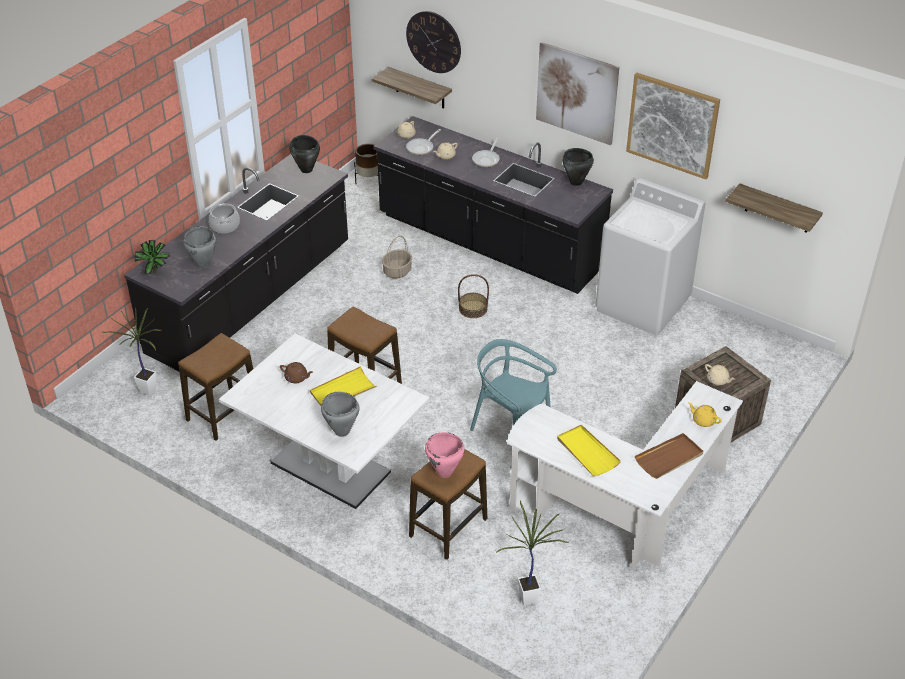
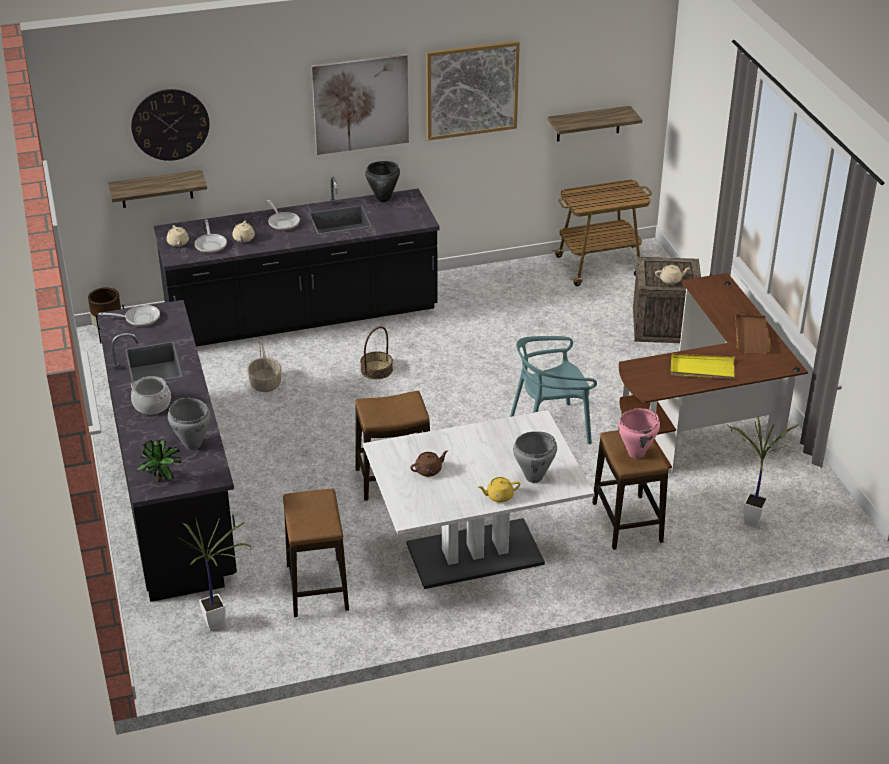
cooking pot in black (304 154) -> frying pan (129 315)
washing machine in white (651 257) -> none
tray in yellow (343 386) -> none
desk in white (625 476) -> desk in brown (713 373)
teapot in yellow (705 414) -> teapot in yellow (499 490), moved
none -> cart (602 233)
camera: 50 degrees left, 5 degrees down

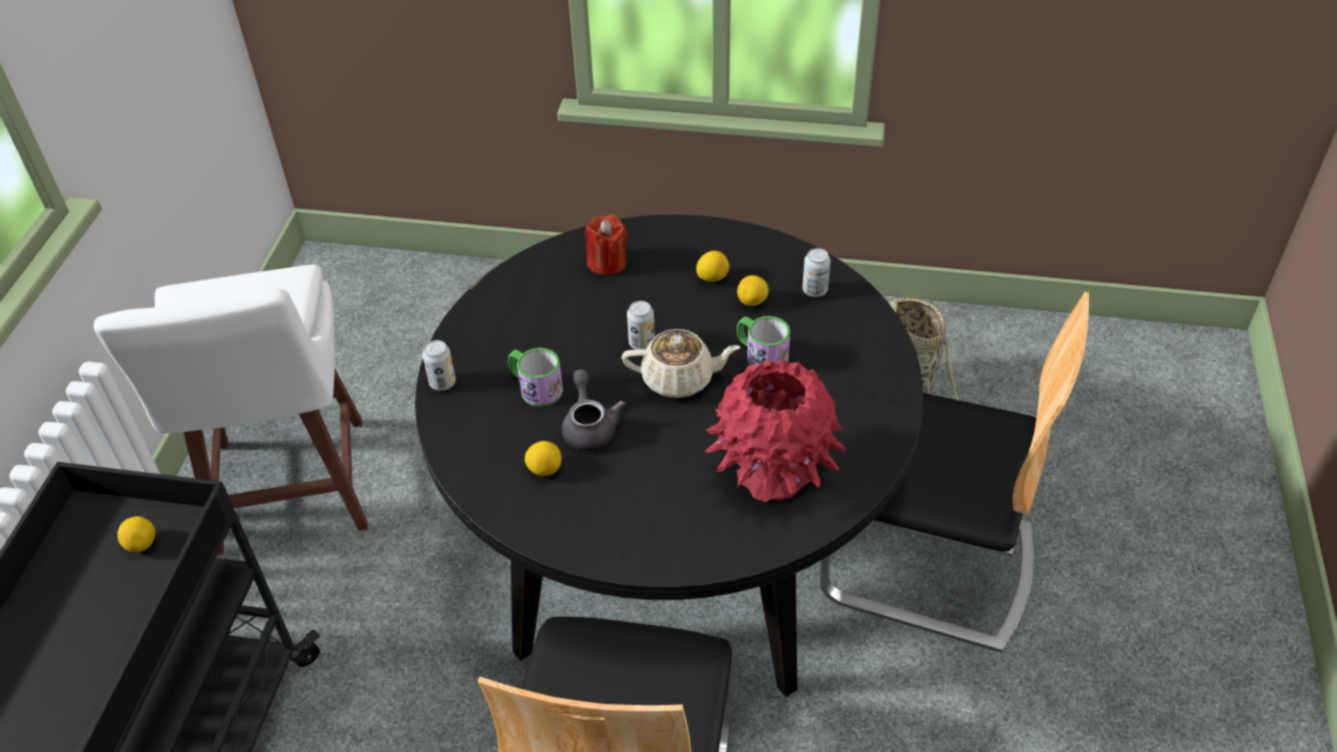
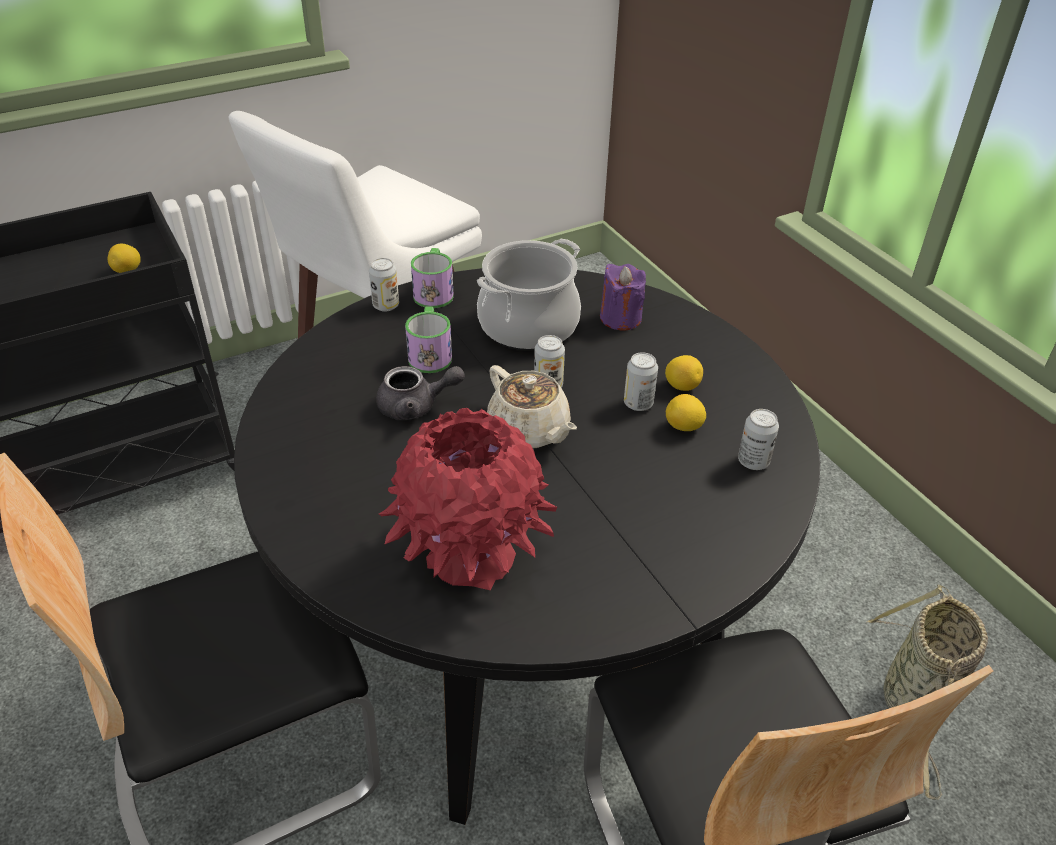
candle in red (606 245) -> candle in purple (623 297)
mug (763 340) -> mug (432 278), moved
teapot in grey (594 410) -> teapot in grey (420 393), 45 degrees clockwise
lemon (543 458) -> none
none -> cooking pot (529 294)
none -> can (641 381)
camera: 50 degrees right, 5 degrees down

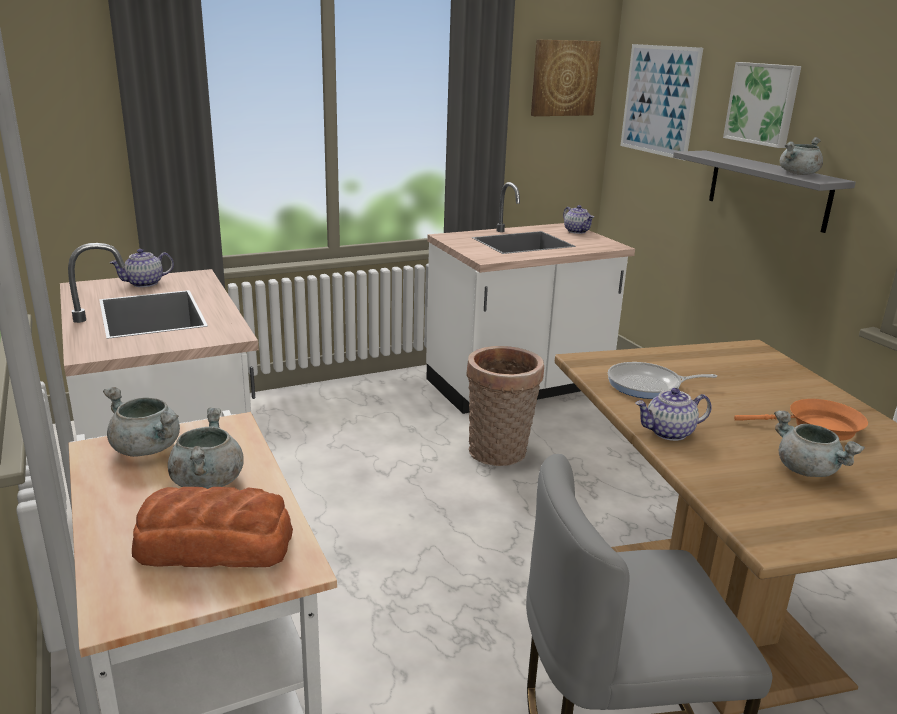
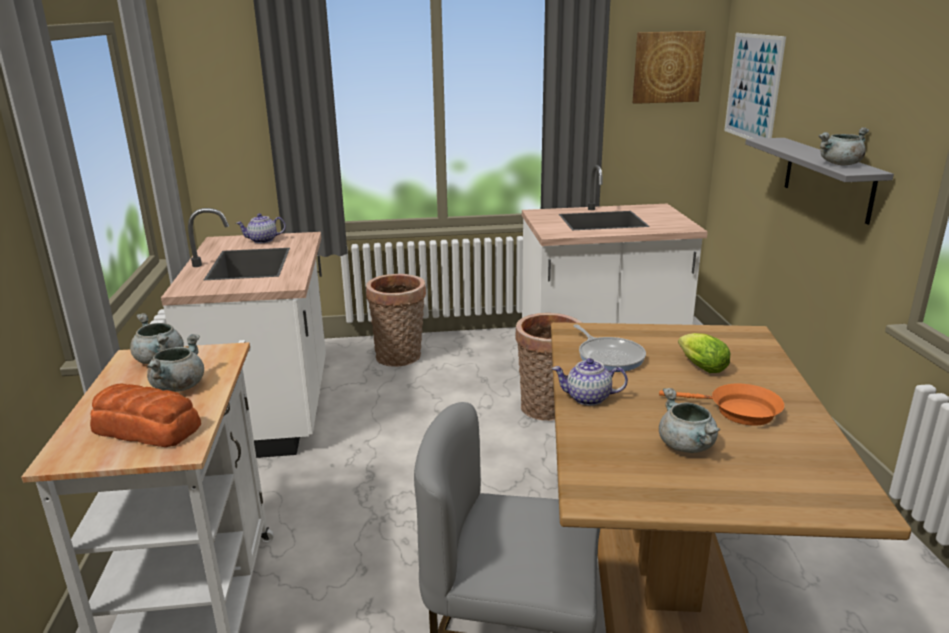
picture (762 105) -> none
teapot (578 219) -> none
frying pan (662 380) -> frying pan (609 348), 135 degrees counterclockwise
none -> basket (396 320)
none -> lettuce (704 353)
camera: 20 degrees right, 0 degrees up

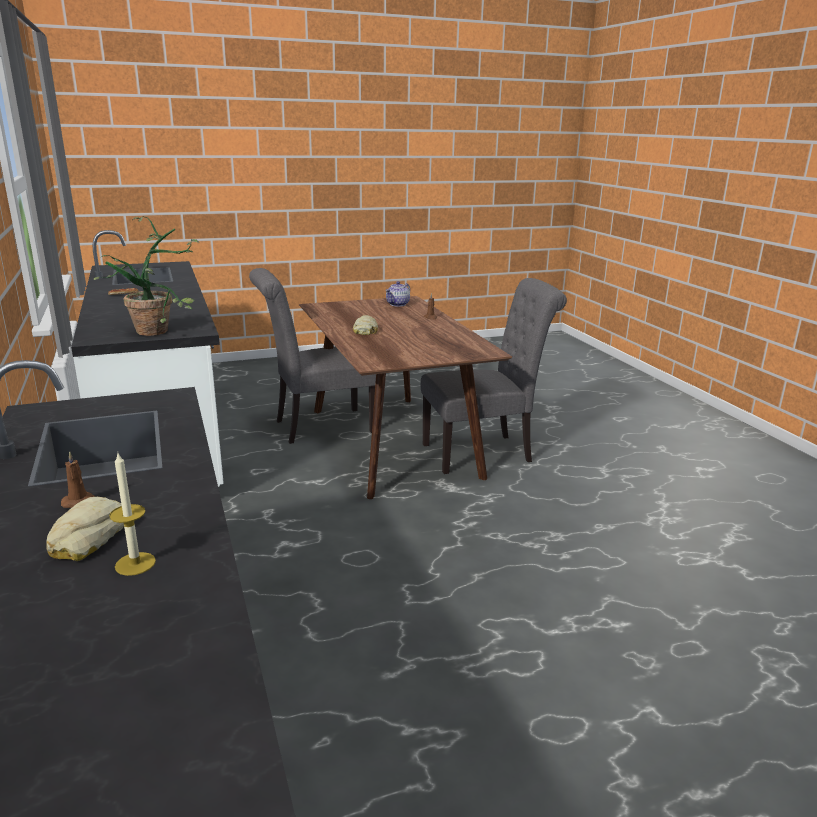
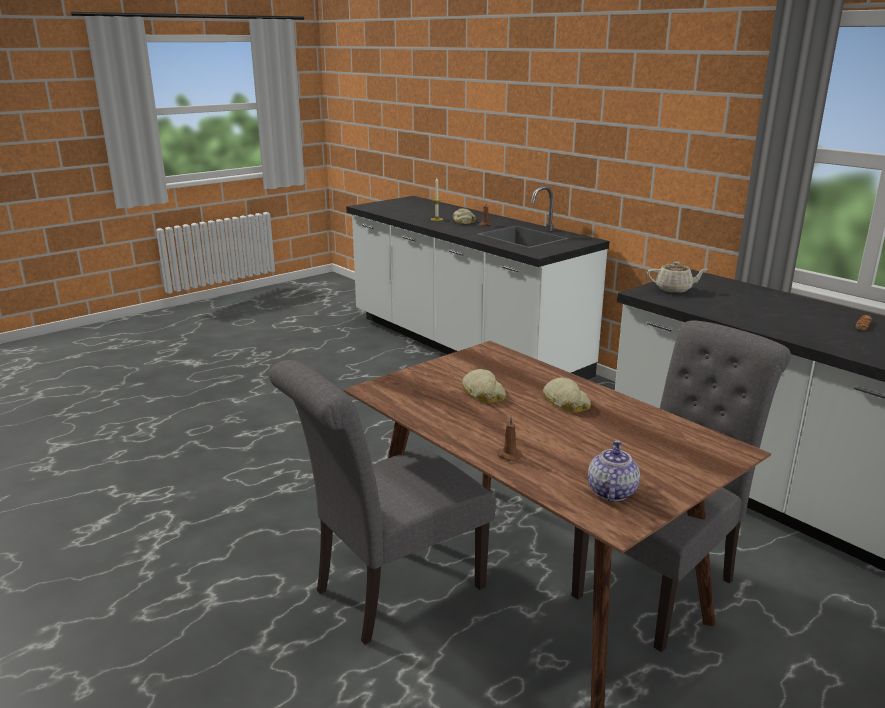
potted plant (146 276) -> teapot in beige (677 277)
none -> bread (484 386)
camera: 160 degrees right, 0 degrees up

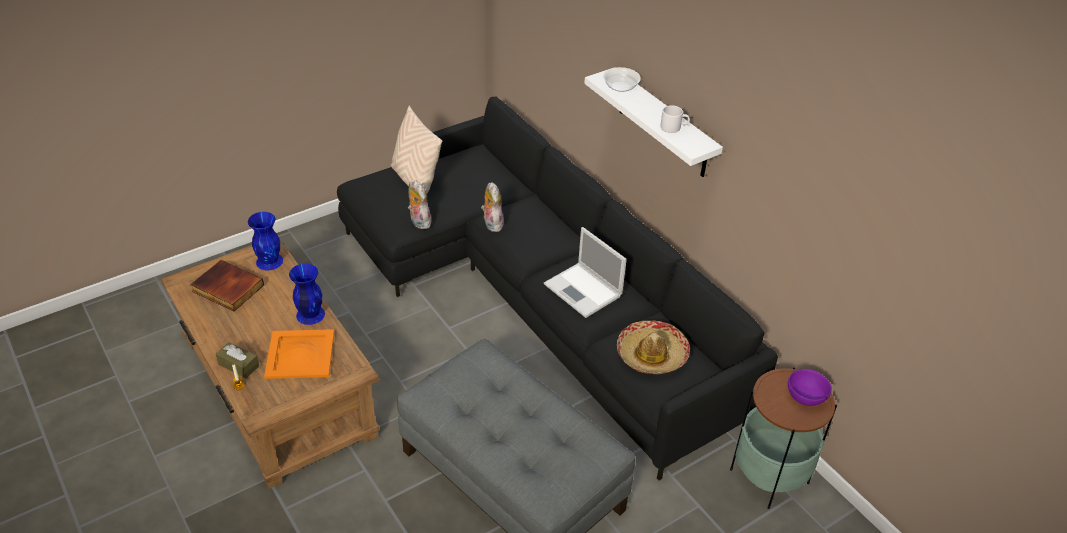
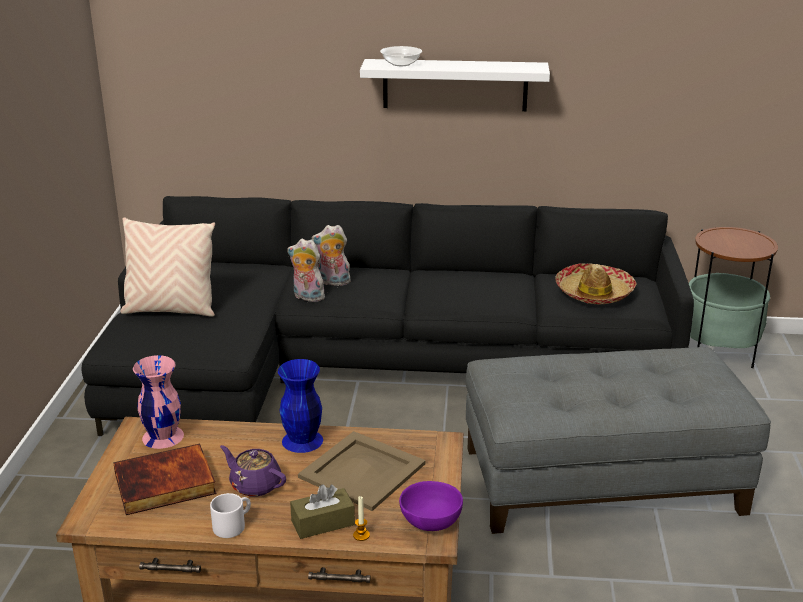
mug in white (675 119) -> mug in white (230 515), moved
plush toy (420 204) -> plush toy (332 255), moved
vase in blue (265 241) -> vase in pink (158 402)
laptop (585 272) -> none
tray in orange (299 354) -> tray in beige (362 471)
bowl in purple (810 387) -> bowl in purple (431 506), moved
none -> teapot in purple (253 471)
camera: 50 degrees left, 15 degrees down

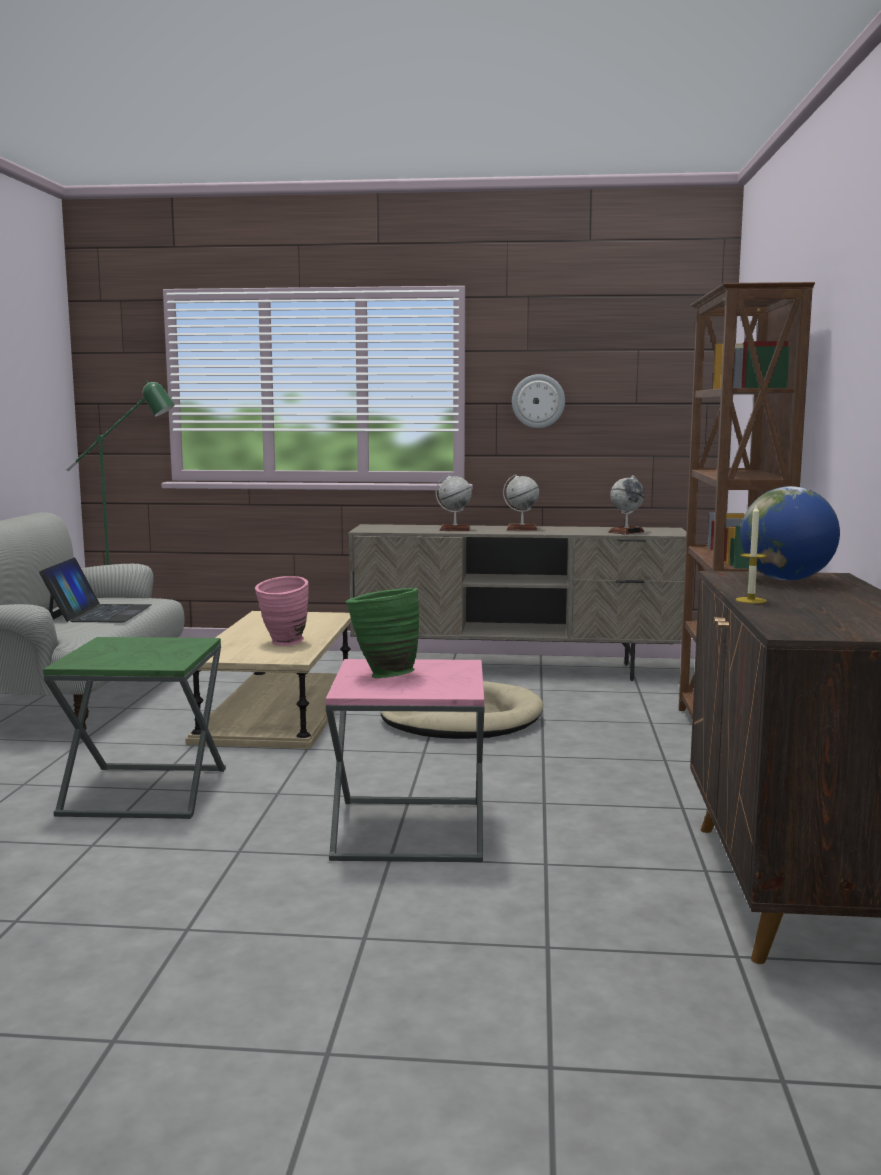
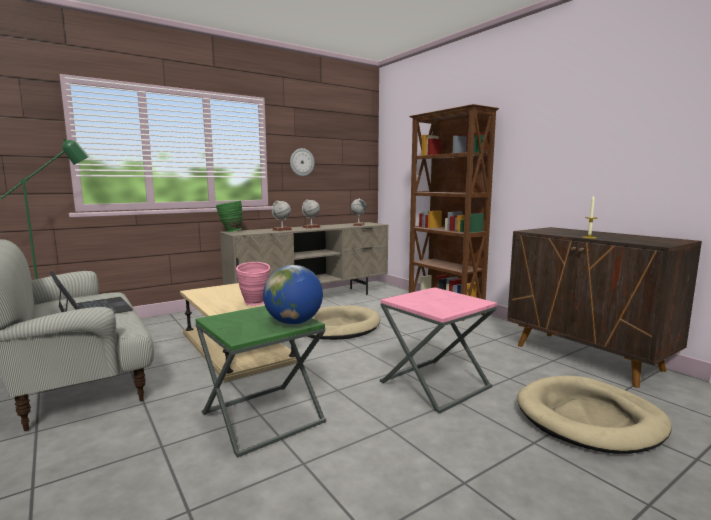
globe (790 533) -> globe (293 294), moved
vase in green (382 633) -> vase in green (229 216), moved
none -> dog bed in beige (594 415)
camera: 40 degrees left, 0 degrees up

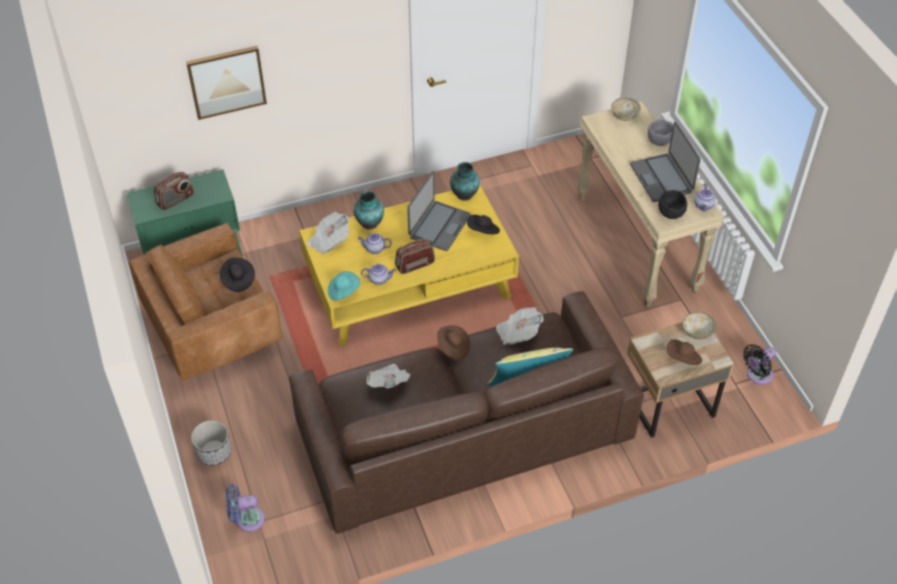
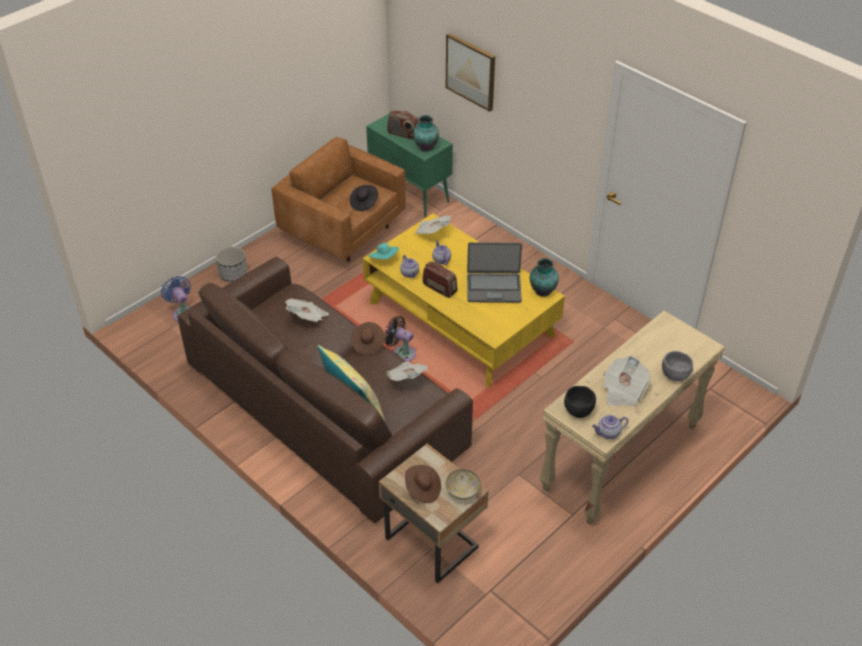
bowl (625 109) -> none
laptop (665 162) -> newspaper (627 381)
vase (369 209) -> vase (426 133), moved
hat in black (483 224) -> none
fan in black (760 364) -> fan in black (400 339), moved
camera: 65 degrees right, 5 degrees down

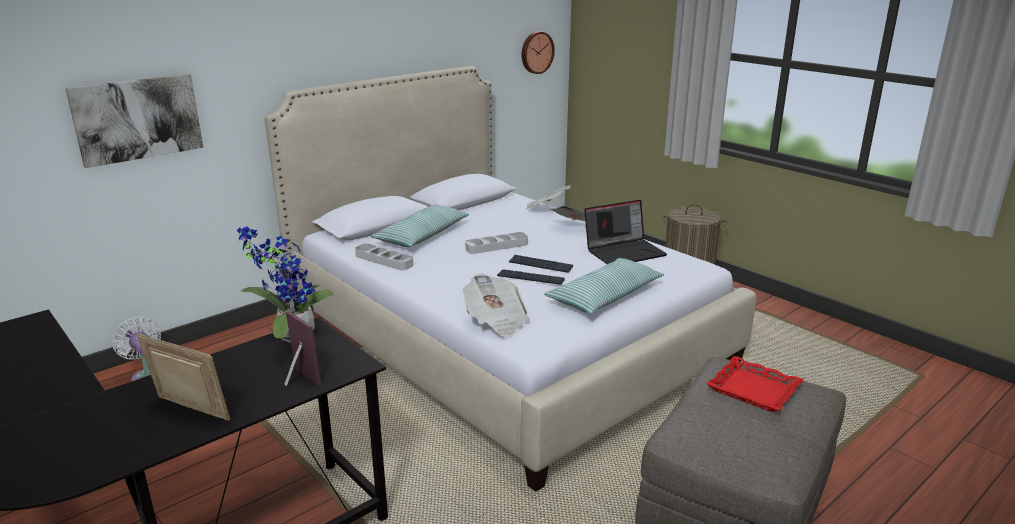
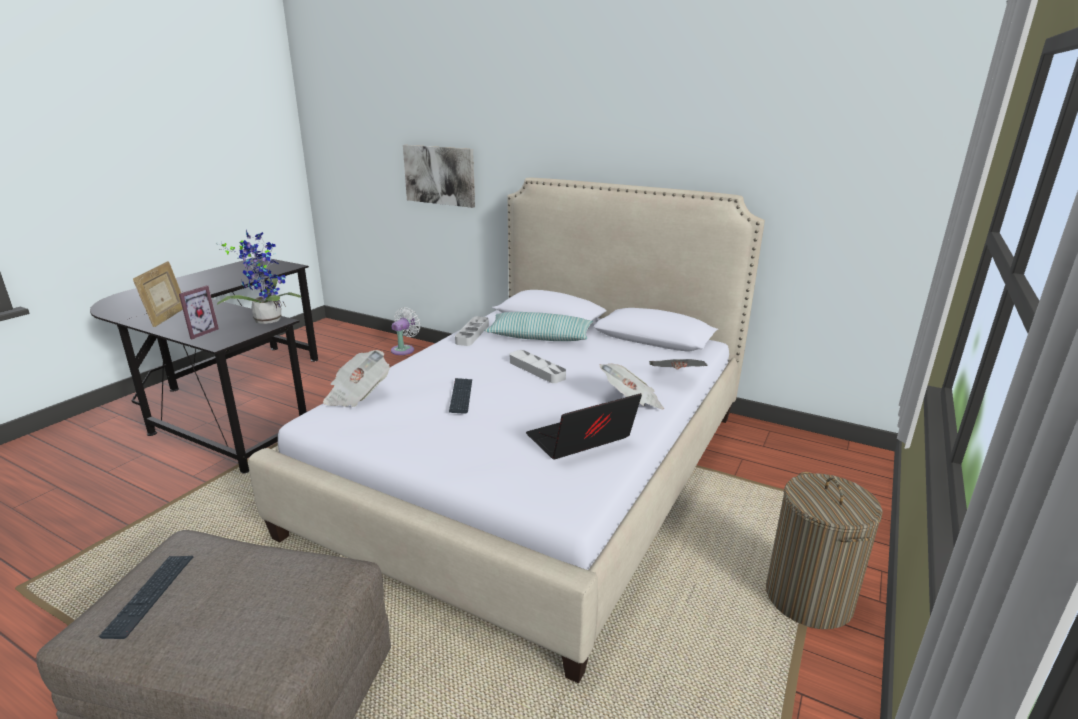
wall clock (538 52) -> none
laptop (625 232) -> laptop (584 426), 105 degrees clockwise
keyboard (541 264) -> keyboard (146 597), moved
pillow (604 286) -> none
tray in red (755 384) -> none
camera: 70 degrees right, 0 degrees up

